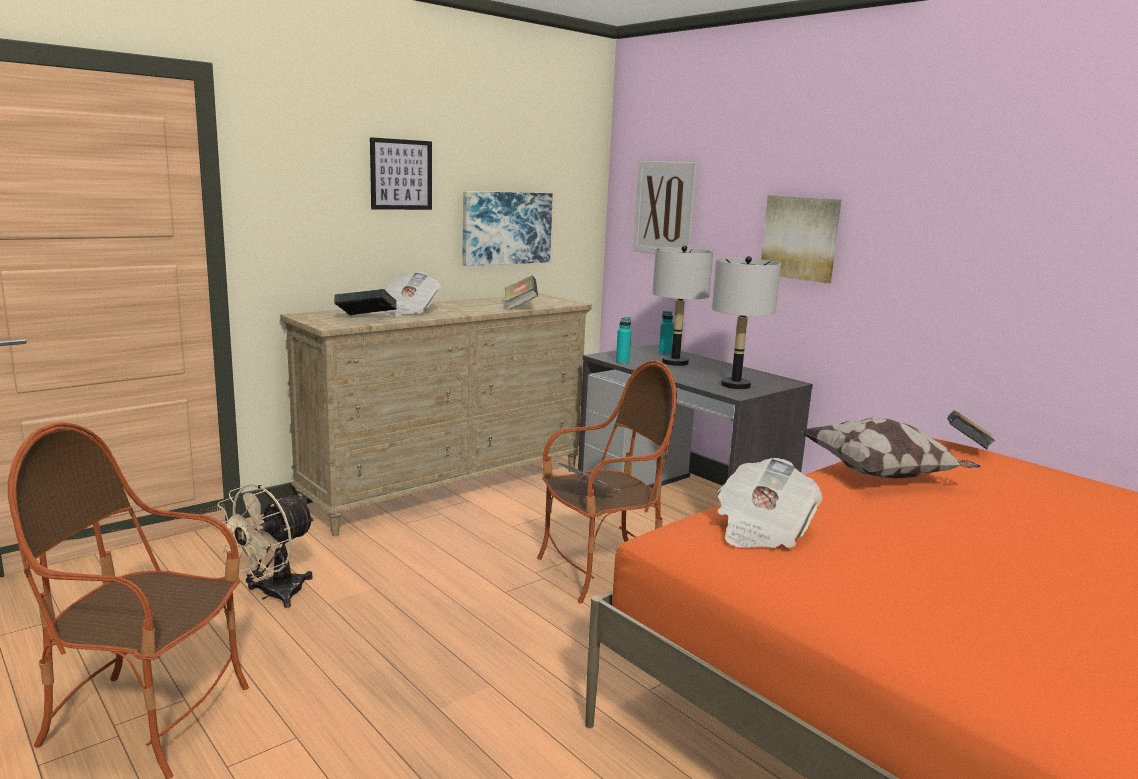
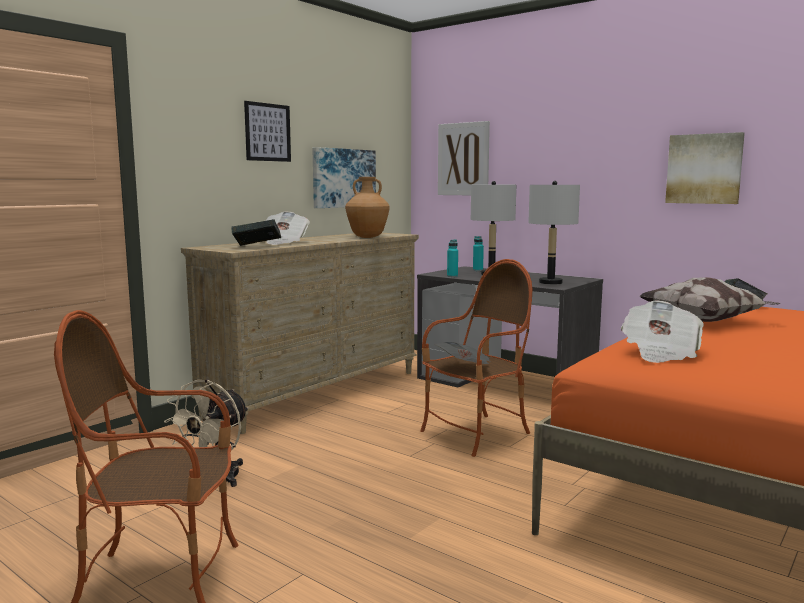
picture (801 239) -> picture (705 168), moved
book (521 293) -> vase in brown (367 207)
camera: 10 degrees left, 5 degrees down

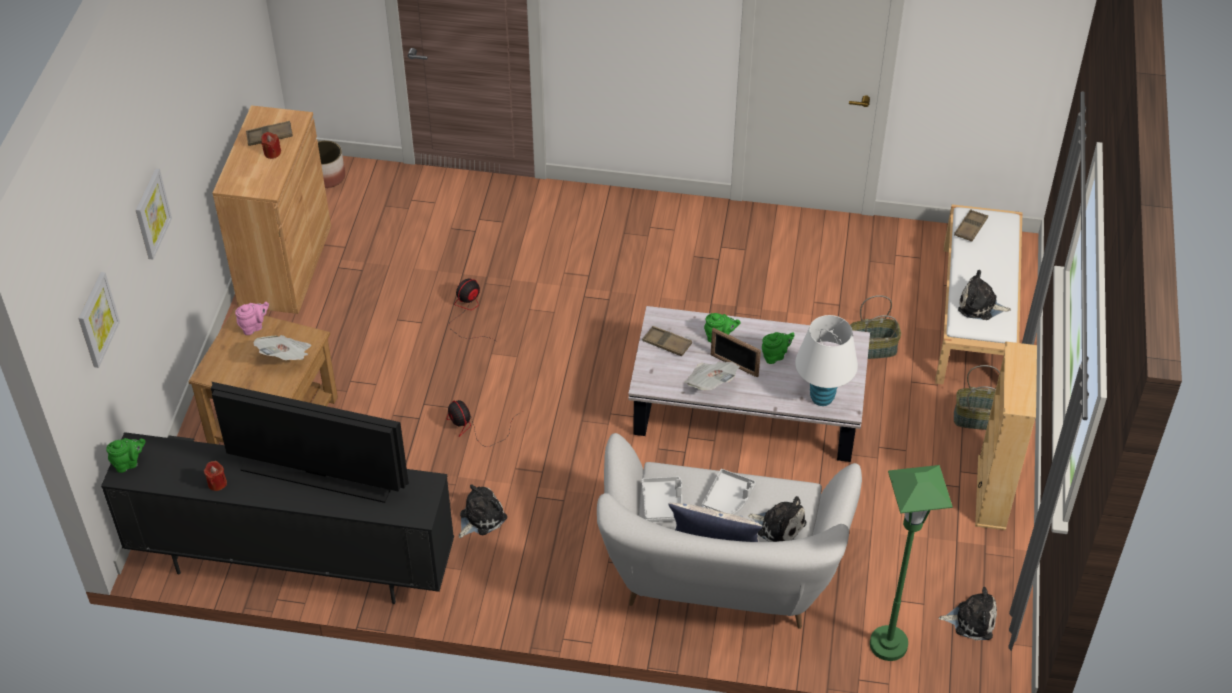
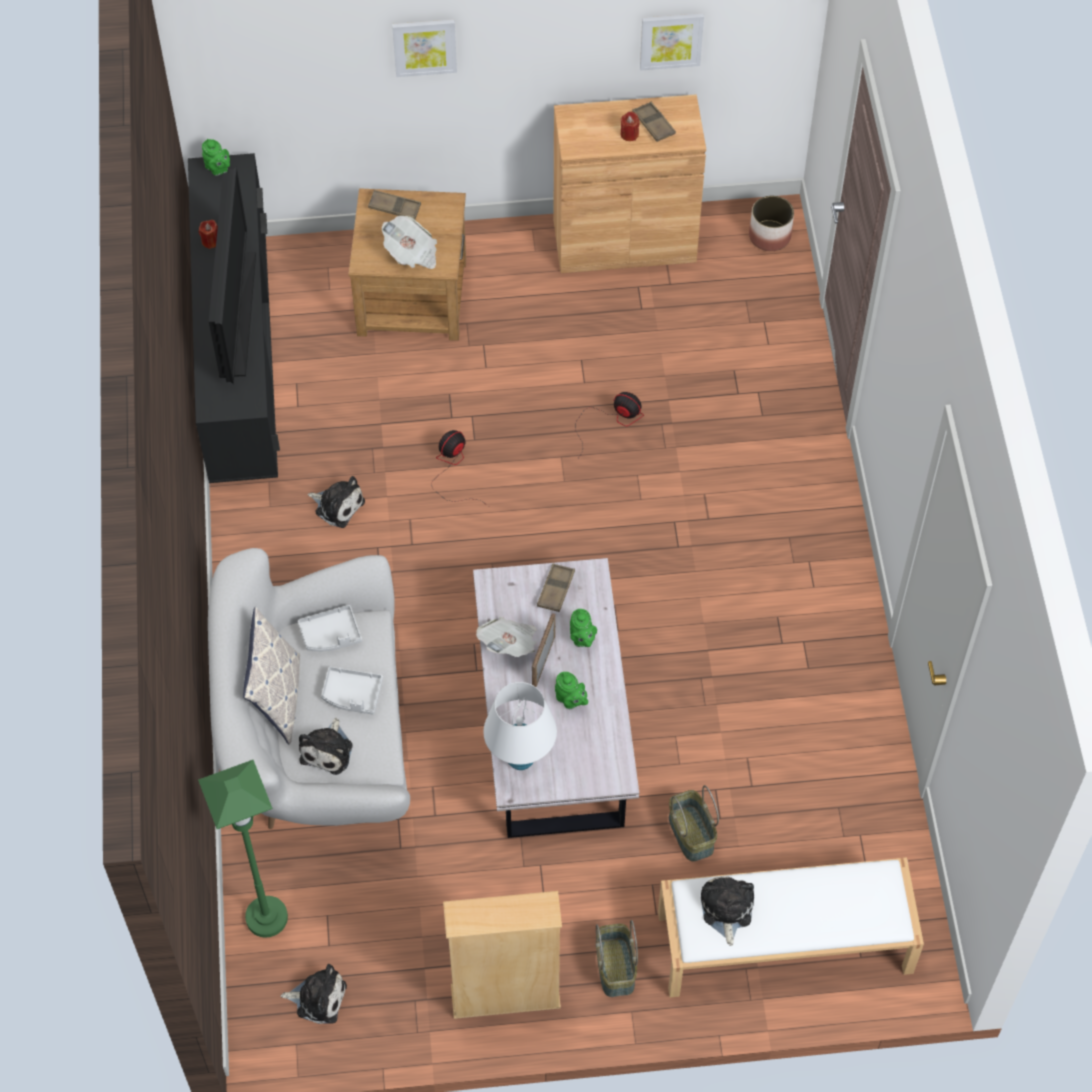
tray in brown (971 225) -> tray in brown (394 204), moved
picture (99 320) -> picture (672 41), moved
teapot in pink (252 318) -> none
plush toy (968 613) -> plush toy (314 994), 75 degrees counterclockwise
camera: 75 degrees right, 10 degrees up

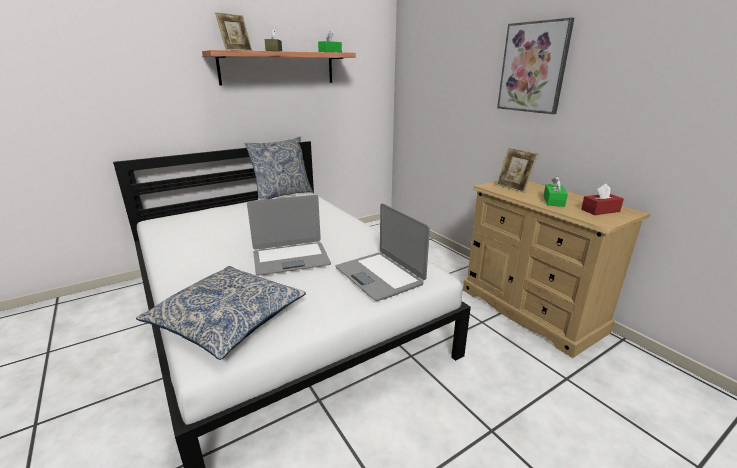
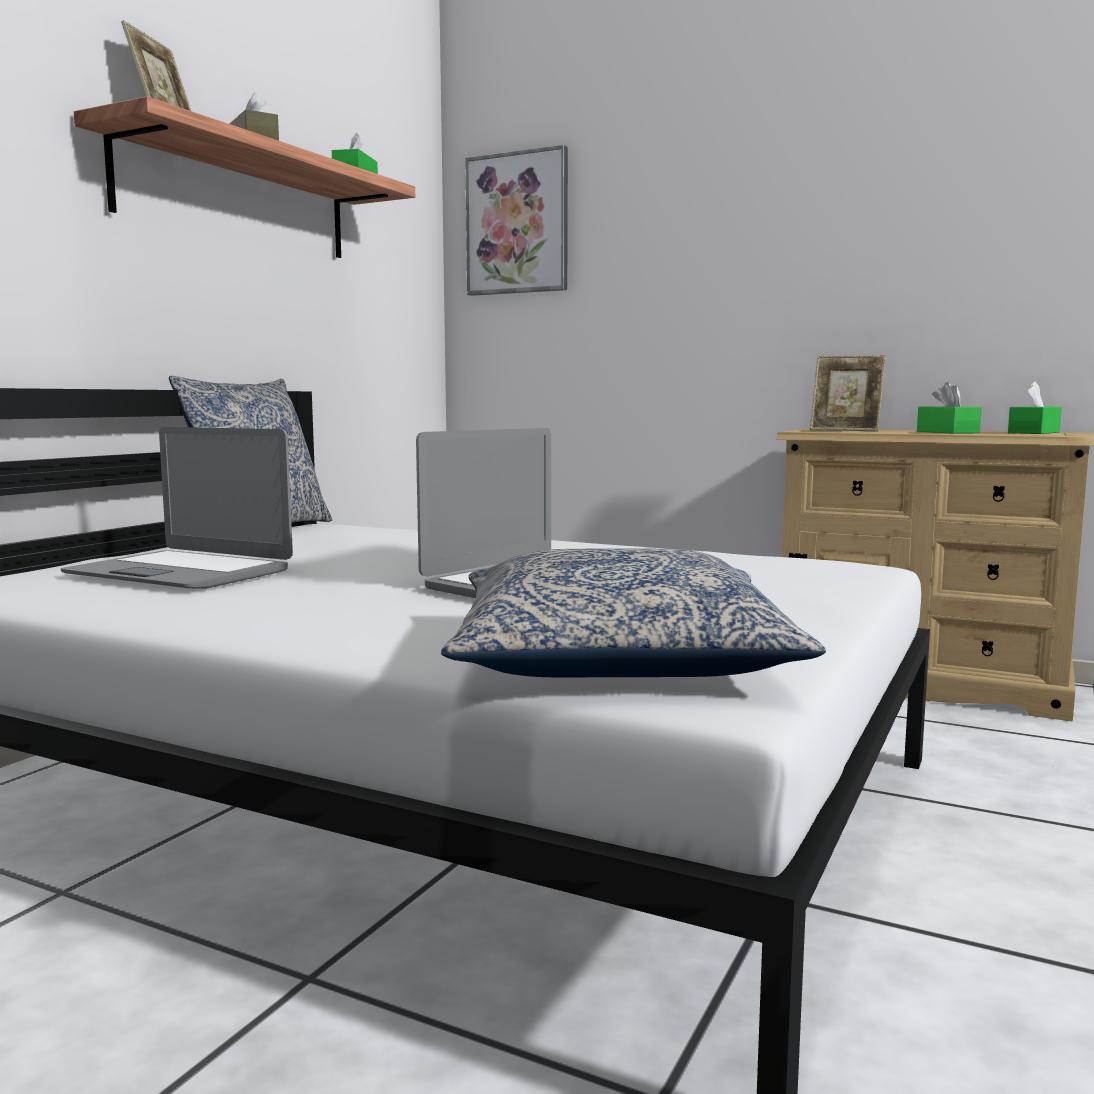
picture (535 65) -> picture (516 220), moved
tissue box in red (602 199) -> tissue box in green (1035 407)
laptop (383 252) -> laptop (177 508), moved
camera: 30 degrees left, 15 degrees down

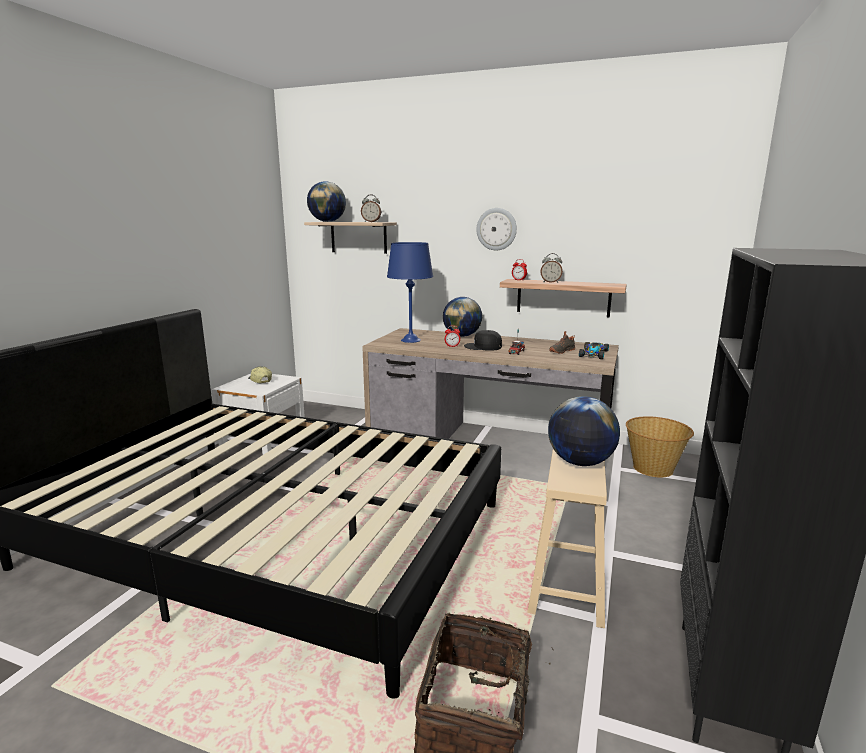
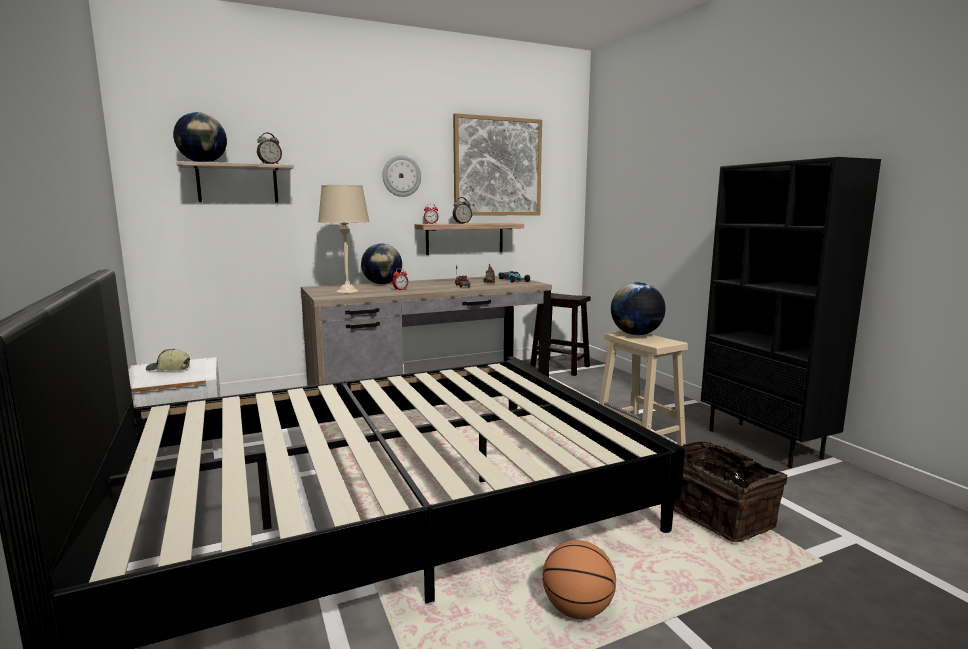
table lamp in blue (410 292) -> table lamp in beige (344 239)
cap in black (483 340) -> none
basket (660 447) -> stool in brown (560 334)
none -> picture (497 164)
none -> basketball (579 579)
camera: 45 degrees left, 5 degrees down

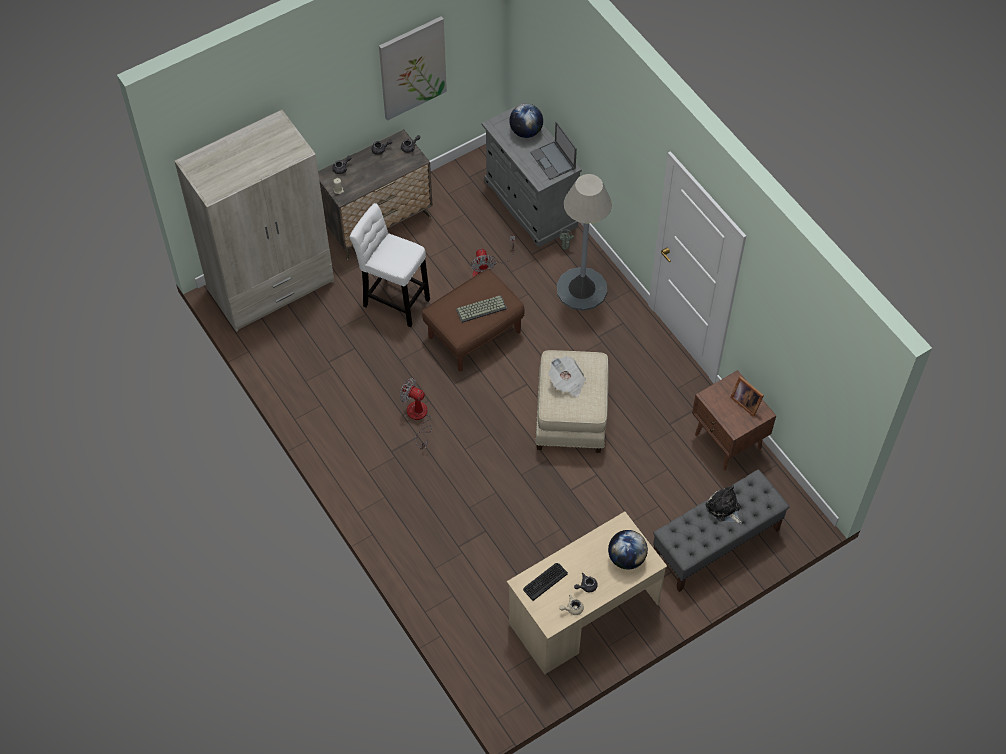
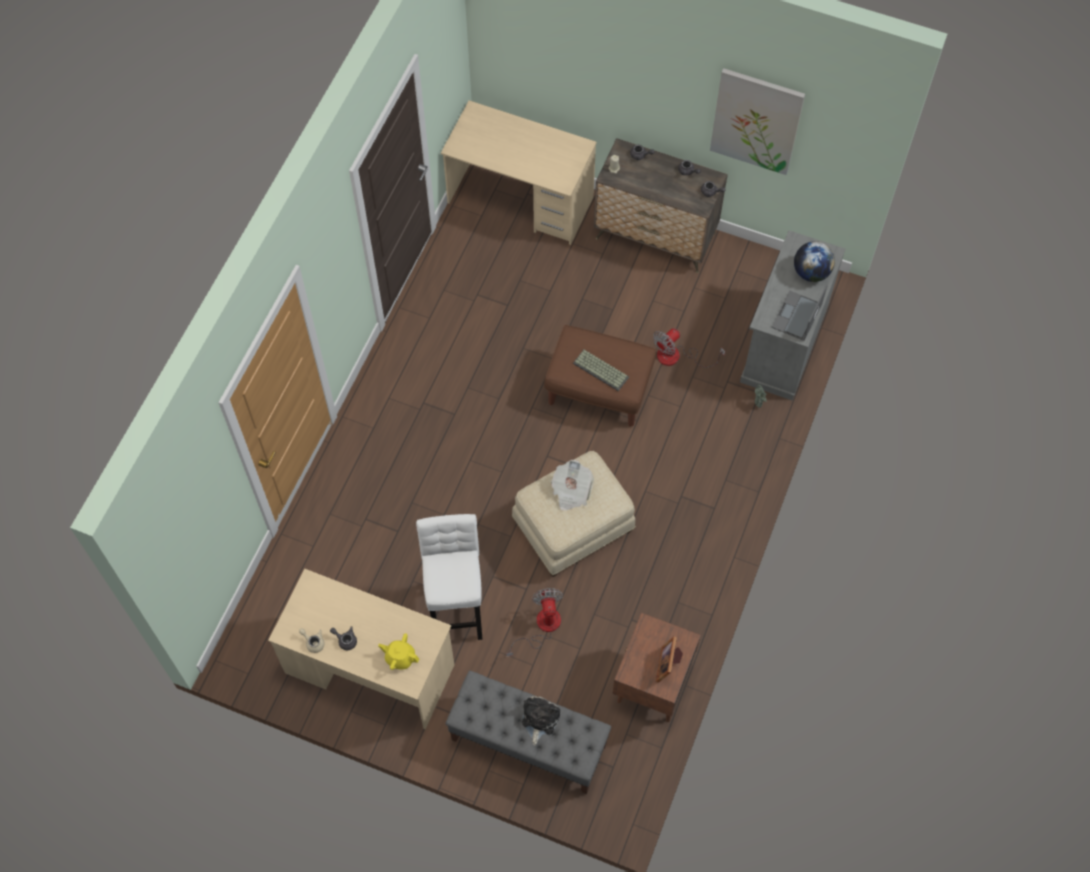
wardrobe in beige (254 221) -> desk in beige (519 172)
floor lamp in grey (584 242) -> none
stool in white (390 265) -> stool in white (449 577), moved
fan (416 413) -> fan (534 622), moved
globe (628 550) -> teapot in yellow (398 651)
keyboard (545 582) -> none
camera: 55 degrees right, 5 degrees up

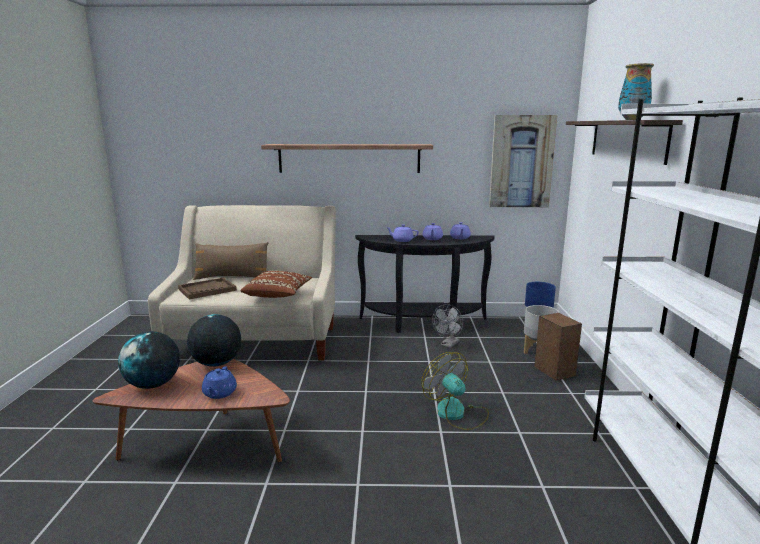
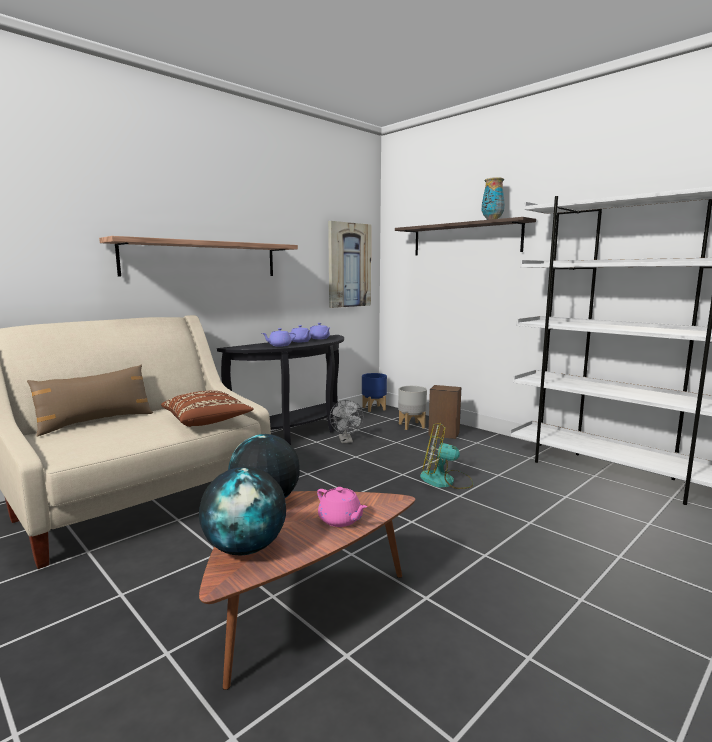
tray in brown (207 288) -> none
teapot in blue (219 382) -> teapot in pink (342 507)
camera: 45 degrees left, 5 degrees down

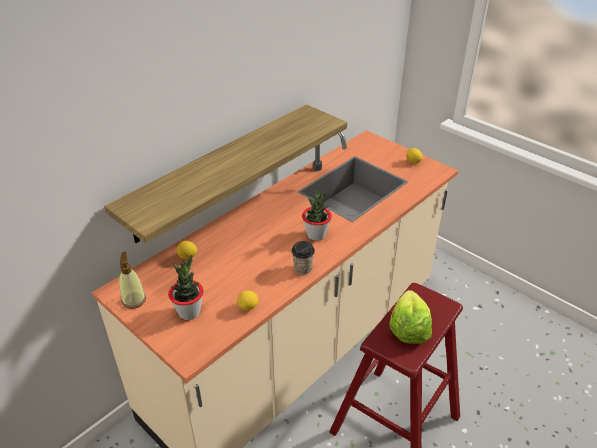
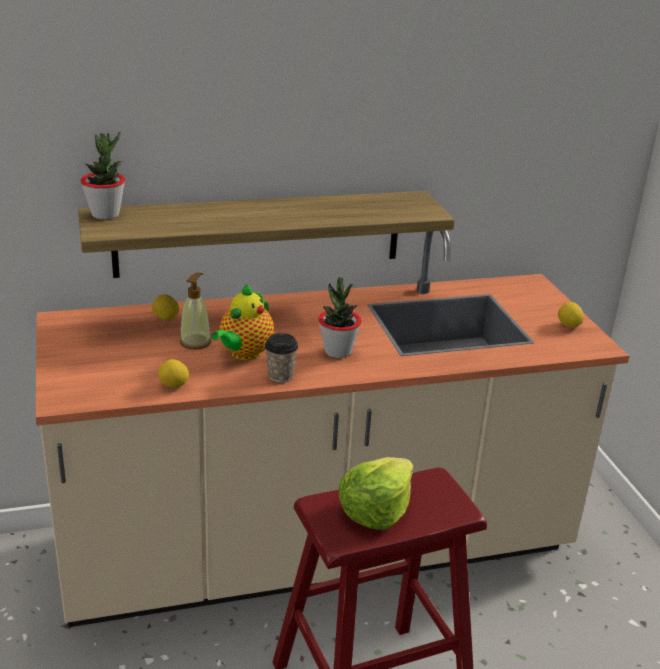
soap dispenser (132 280) -> soap dispenser (195 311), moved
potted plant (186 287) -> potted plant (103 175), moved
none -> teapot (242 322)
camera: 30 degrees right, 10 degrees down

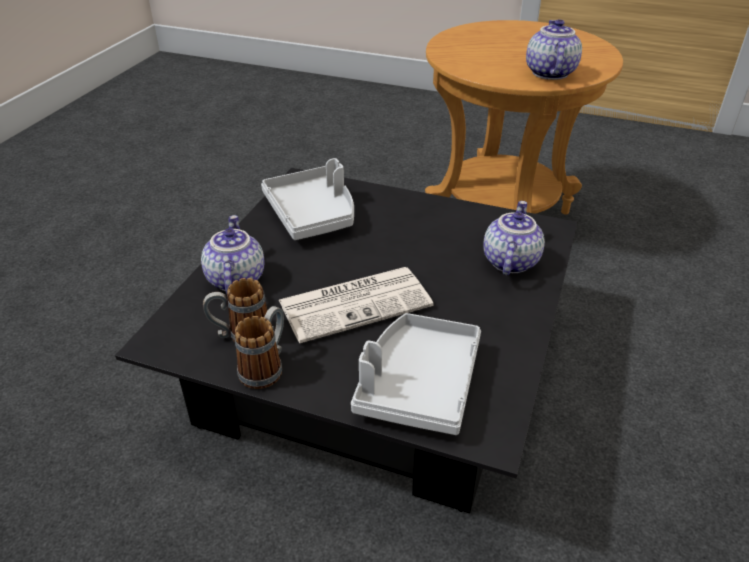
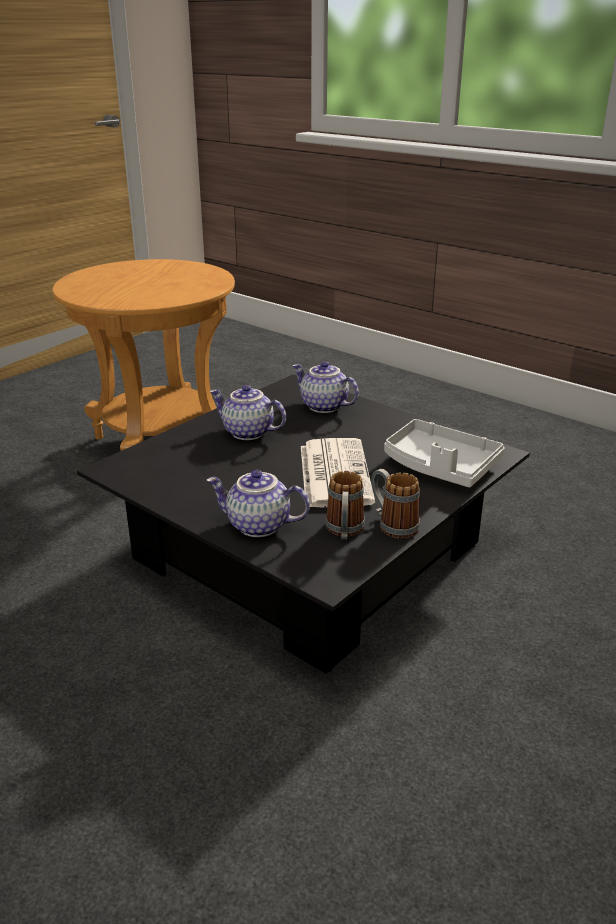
teapot (554 49) -> teapot (248 412), moved
tray in grey (307 199) -> none
camera: 70 degrees left, 10 degrees down

